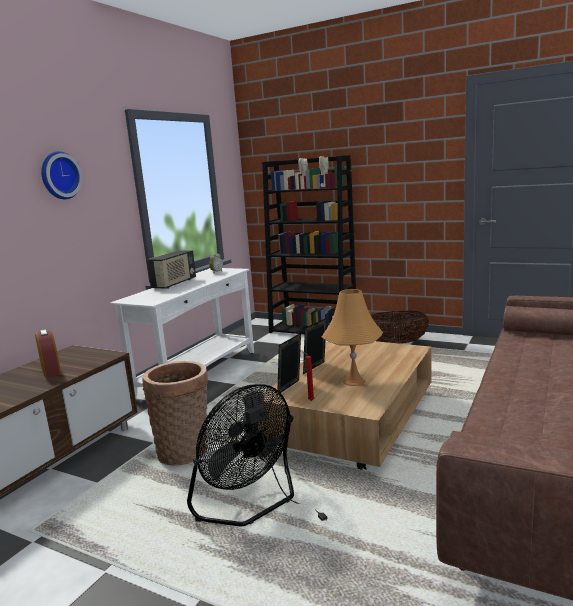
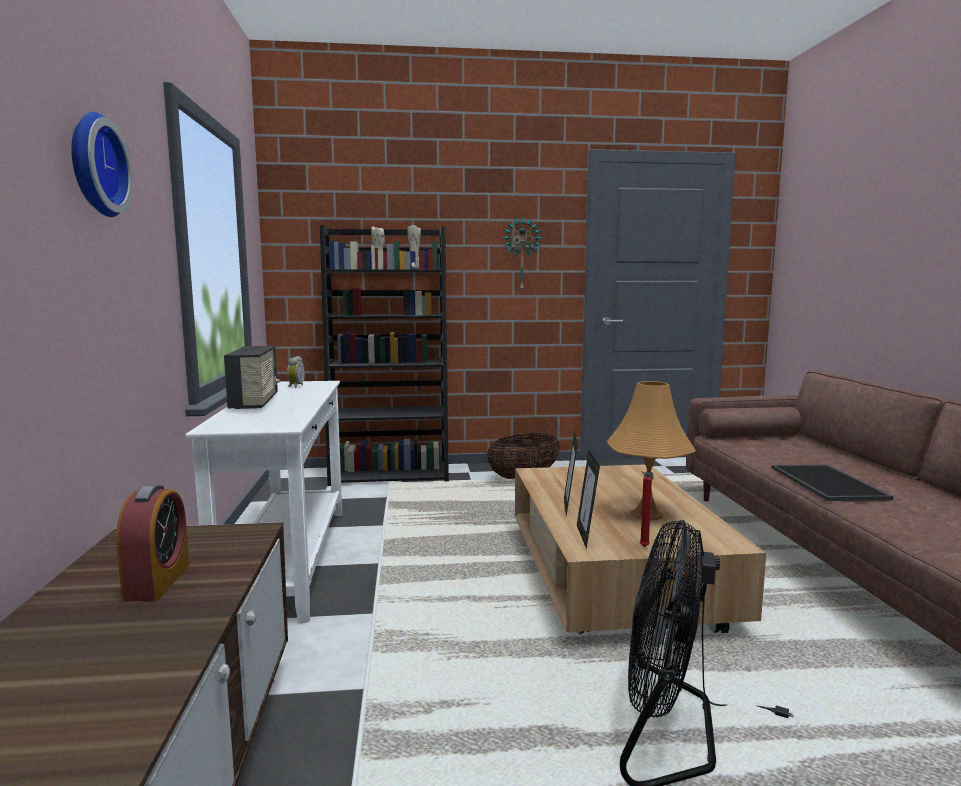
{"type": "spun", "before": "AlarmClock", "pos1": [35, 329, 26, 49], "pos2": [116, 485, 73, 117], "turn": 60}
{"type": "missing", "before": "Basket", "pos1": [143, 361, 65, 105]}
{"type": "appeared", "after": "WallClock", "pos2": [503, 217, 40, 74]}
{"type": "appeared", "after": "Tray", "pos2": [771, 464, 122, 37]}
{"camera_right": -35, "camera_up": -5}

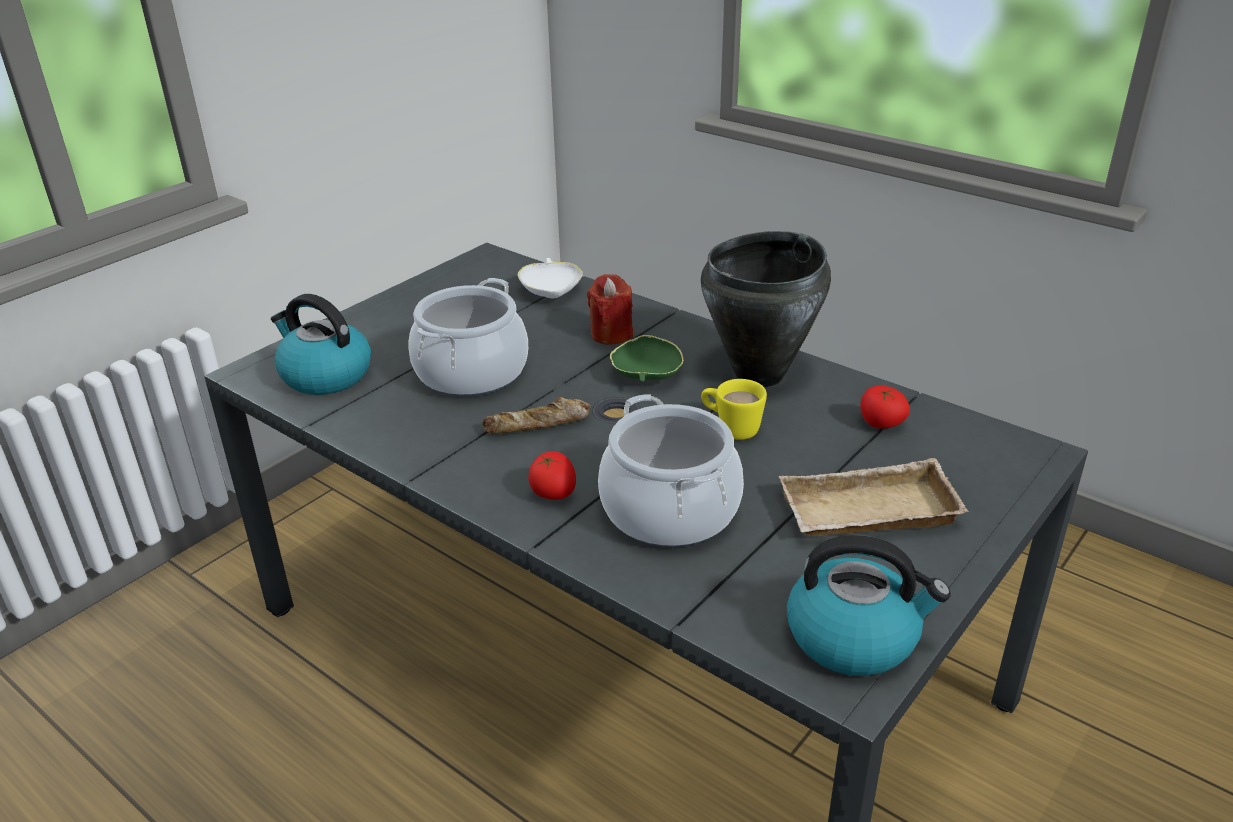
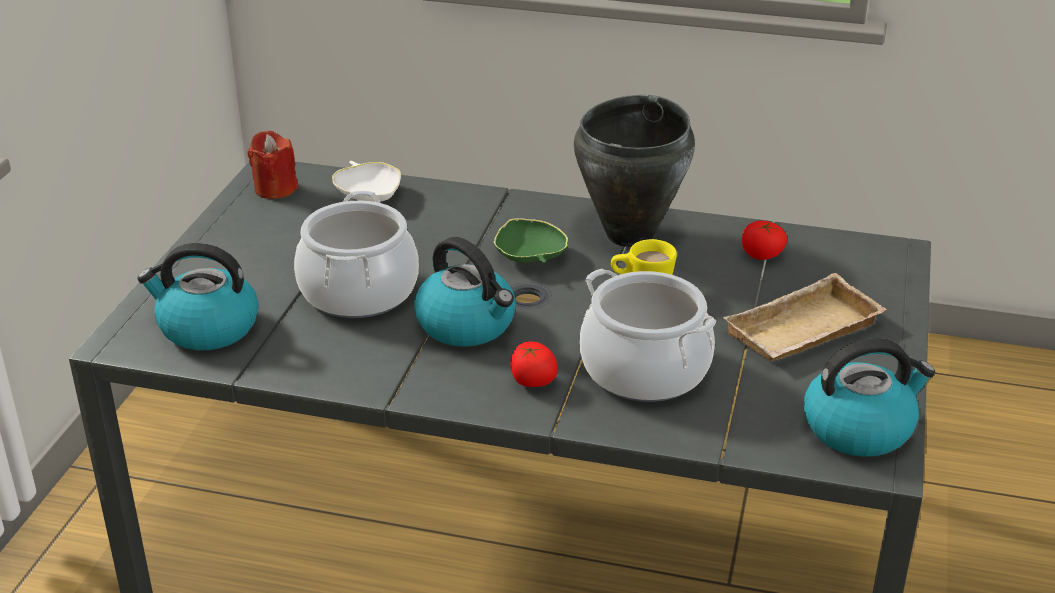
{"type": "exchanged", "before": "Bread", "after": "Kettle", "pos1": [483, 397, 108, 37], "pos2": [414, 237, 102, 110]}
{"type": "relocated", "before": "RedCandle", "pos1": [587, 274, 46, 71], "pos2": [248, 131, 50, 68]}
{"camera_right": -25, "camera_up": 0}

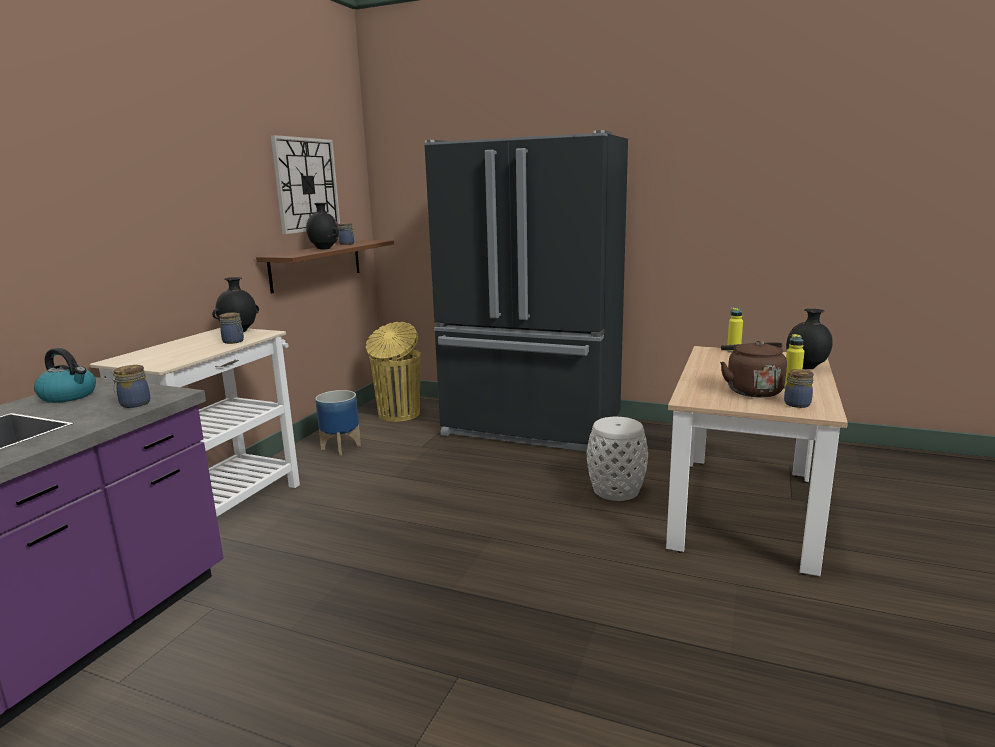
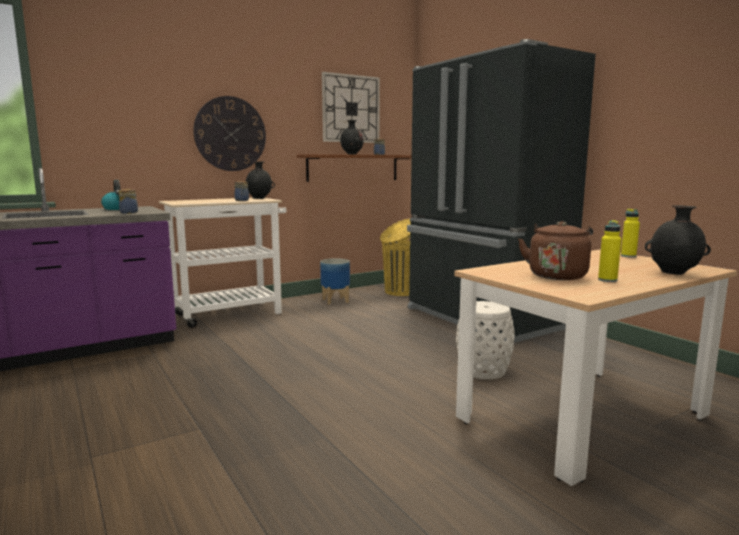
{"type": "missing", "before": "Jar", "pos1": [784, 369, 30, 39]}
{"type": "appeared", "after": "WallClock", "pos2": [193, 96, 73, 75]}
{"camera_right": 35, "camera_up": -5}

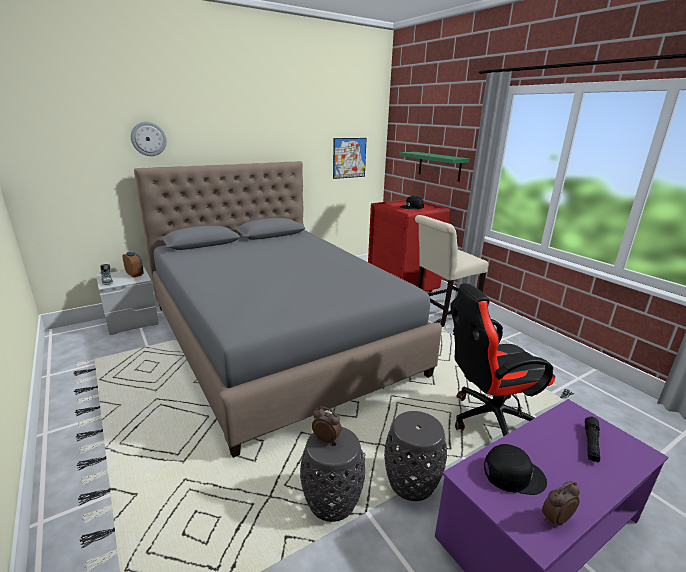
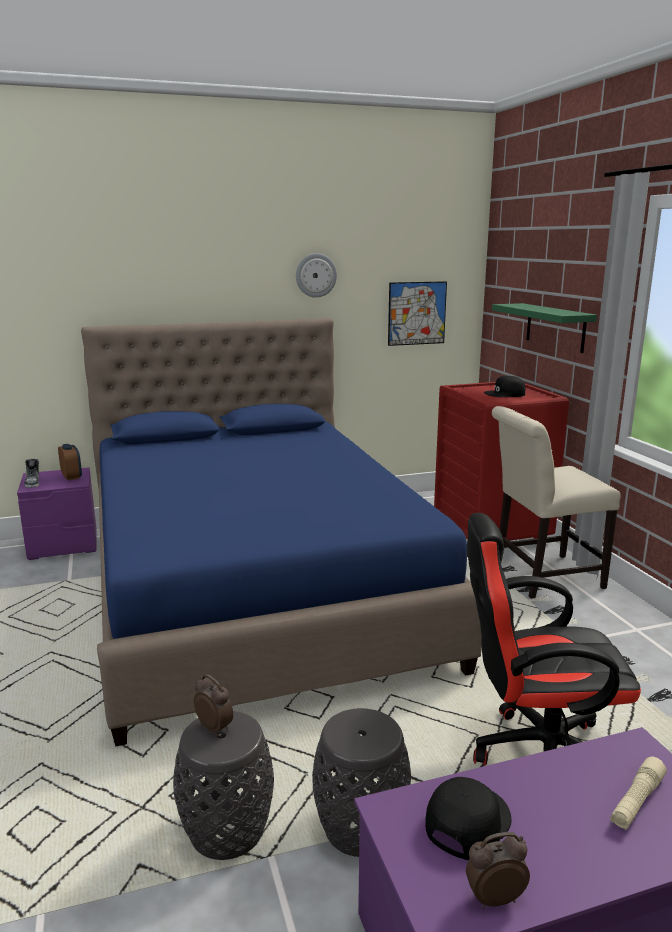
{"type": "colour", "before": "WhiteNightstand", "after": "PurpleNightstand", "pos1": [96, 267, 63, 68], "pos2": [17, 467, 80, 93]}
{"type": "relocated", "before": "WallClock", "pos1": [131, 121, 36, 35], "pos2": [296, 253, 41, 45]}
{"type": "colour", "before": "GreyBed", "after": "BlueBed", "pos1": [134, 161, 308, 297], "pos2": [81, 318, 401, 429]}
{"type": "spun", "before": "BlackCap", "pos1": [484, 444, 63, 51], "pos2": [425, 777, 86, 83], "turn": -75}
{"type": "colour", "before": "BlackFlashlight", "after": "BeigeFlashlight", "pos1": [585, 417, 15, 45], "pos2": [610, 757, 57, 73]}
{"camera_right": 15, "camera_up": -5}

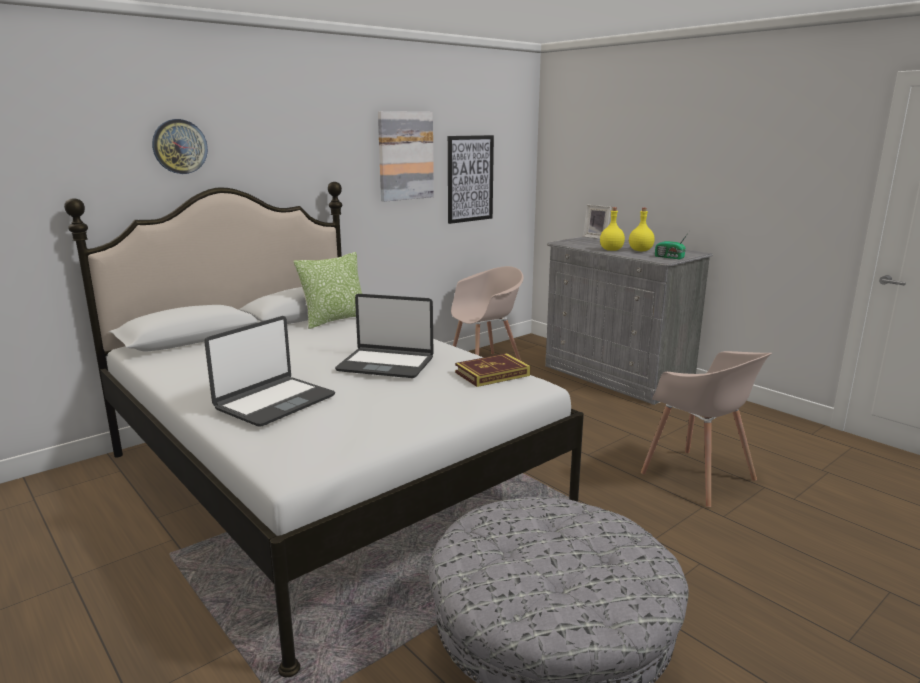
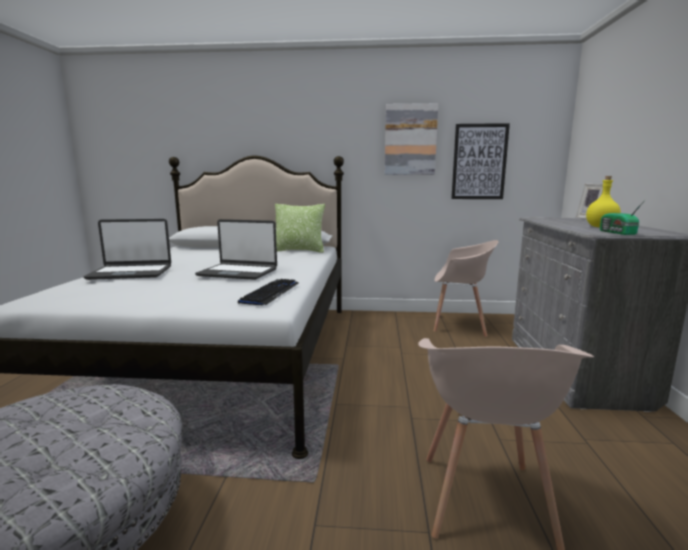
{"type": "missing", "before": "WallClock", "pos1": [152, 119, 56, 55]}
{"type": "spun", "before": "Laptop", "pos1": [335, 294, 98, 84], "pos2": [195, 219, 82, 61], "turn": -45}
{"type": "exchanged", "before": "Book", "after": "Keyboard", "pos1": [455, 353, 75, 34], "pos2": [238, 279, 61, 26]}
{"type": "missing", "before": "YellowBottle", "pos1": [600, 207, 25, 44]}
{"camera_right": 45, "camera_up": -5}

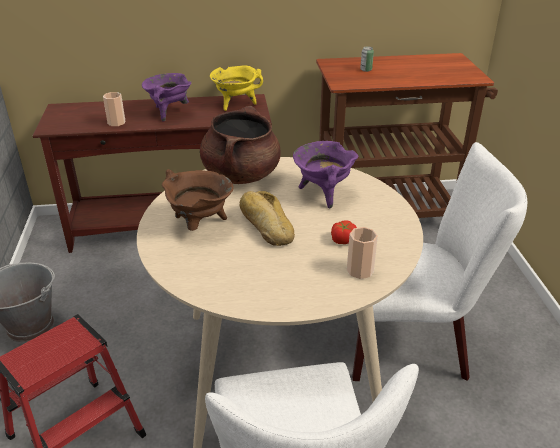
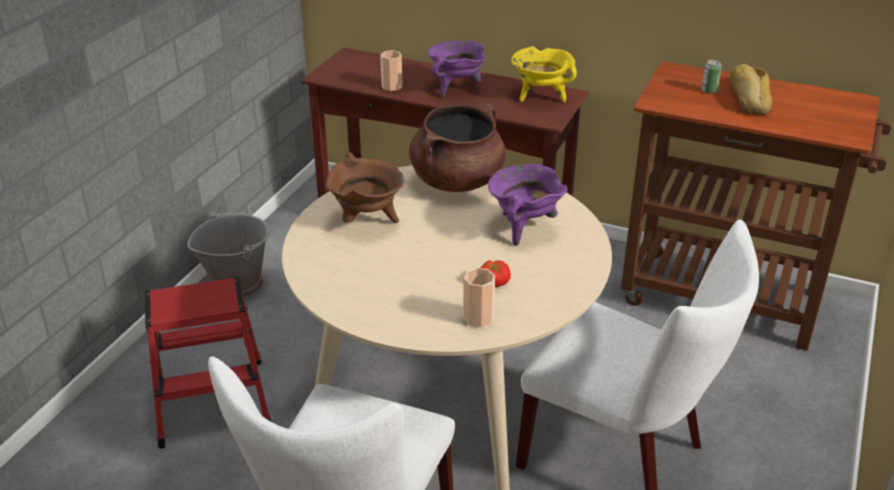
{"type": "relocated", "before": "Bread", "pos1": [240, 191, 55, 55], "pos2": [730, 64, 42, 51]}
{"camera_right": 30, "camera_up": 0}

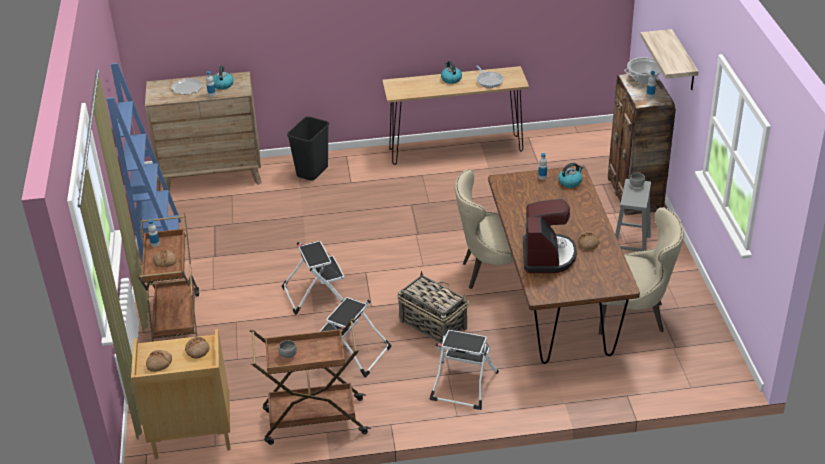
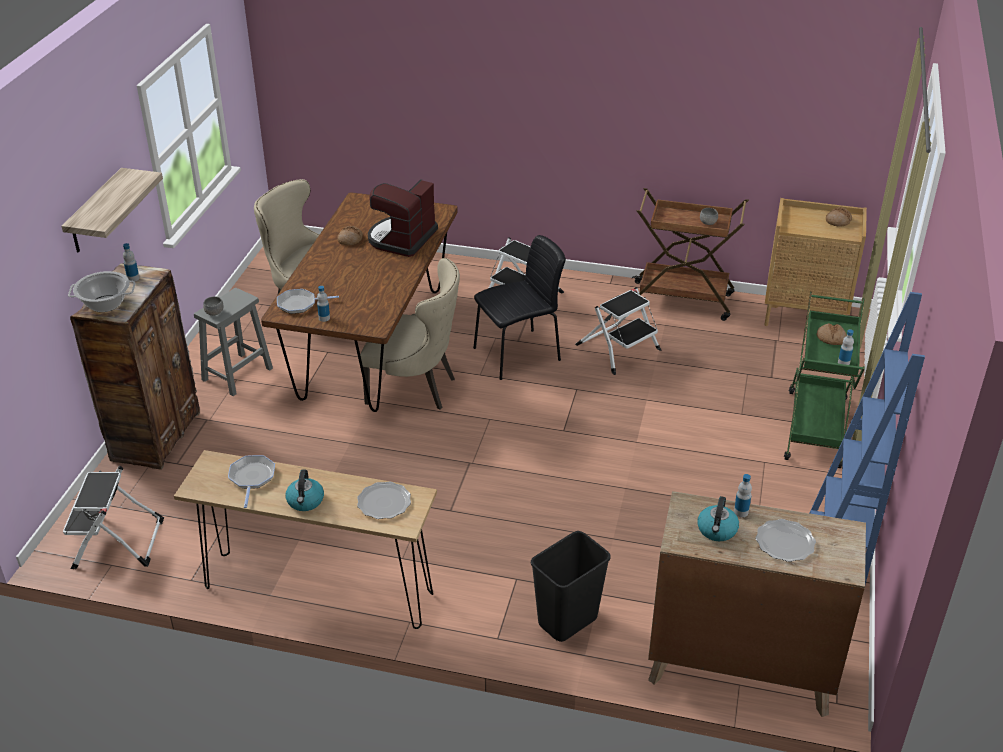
{"type": "colour", "before": "BrownCart", "after": "GreenCart", "pos1": [138, 213, 62, 129], "pos2": [784, 291, 81, 177]}
{"type": "missing", "before": "Bread", "pos1": [185, 337, 25, 22]}
{"type": "relocated", "before": "StepLadder", "pos1": [282, 241, 62, 74], "pos2": [63, 466, 101, 103]}
{"type": "exchanged", "before": "Basket", "after": "BlackChair", "pos1": [397, 271, 72, 73], "pos2": [473, 235, 93, 145]}
{"type": "exchanged", "before": "Kettle", "after": "FryingPan", "pos1": [558, 163, 26, 25], "pos2": [277, 289, 62, 25]}
{"type": "appeared", "after": "Plate", "pos2": [357, 481, 54, 38]}
{"camera_right": -160, "camera_up": 0}

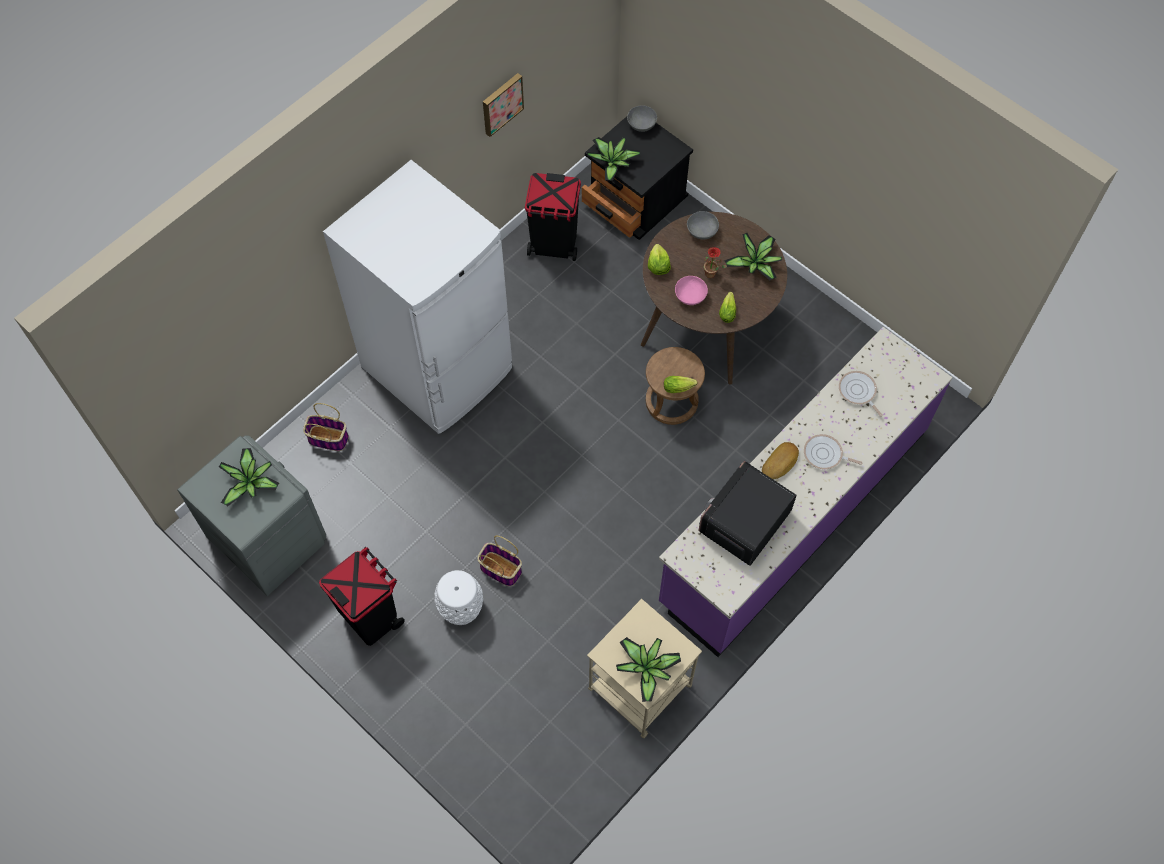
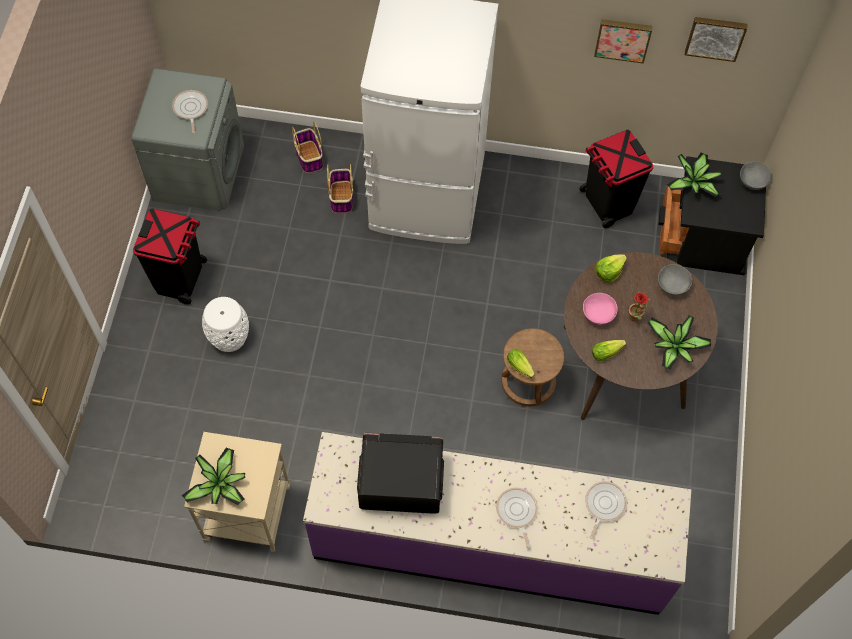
{"type": "exchanged", "before": "PottedPlant", "after": "FryingPan", "pos1": [219, 448, 61, 58], "pos2": [172, 90, 36, 44]}
{"type": "relocated", "before": "Basket", "pos1": [477, 536, 45, 50], "pos2": [327, 164, 26, 49]}
{"type": "missing", "before": "Bread", "pos1": [762, 442, 37, 37]}
{"type": "appeared", "after": "Picture", "pos2": [685, 17, 63, 45]}
{"camera_right": 55, "camera_up": 0}

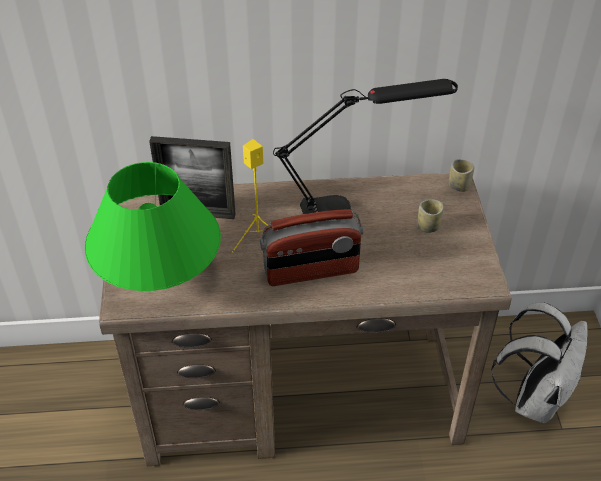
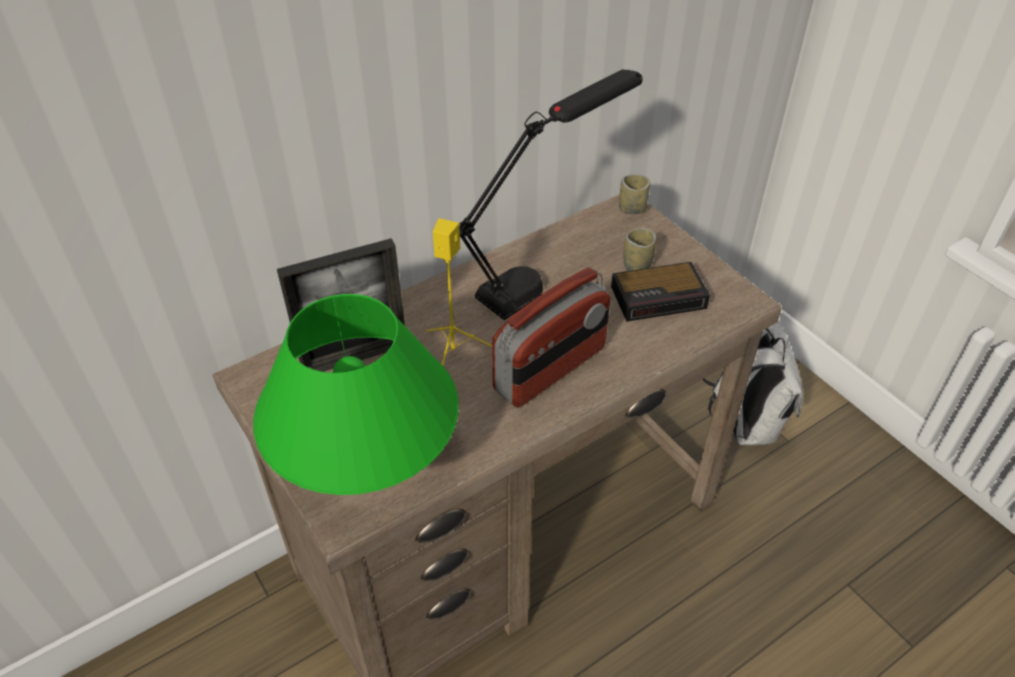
{"type": "appeared", "after": "AlarmClock", "pos2": [611, 262, 99, 60]}
{"camera_right": -30, "camera_up": 0}

